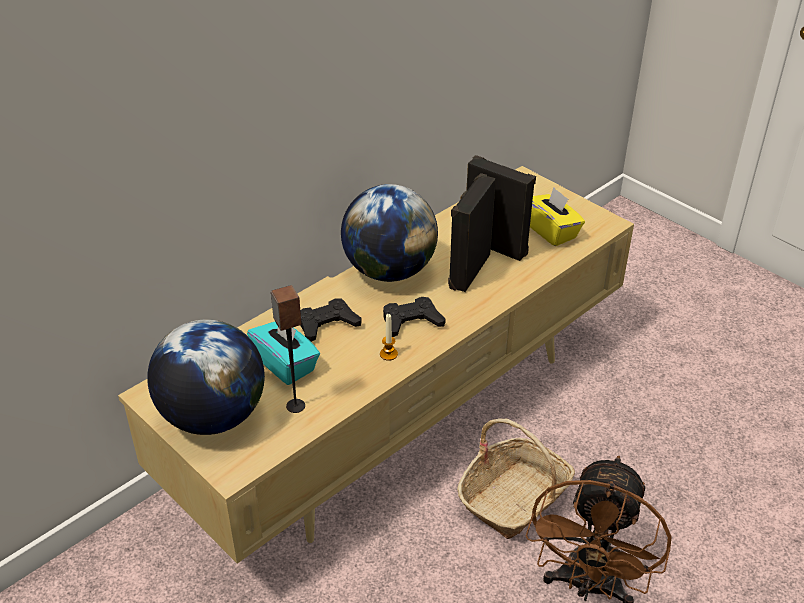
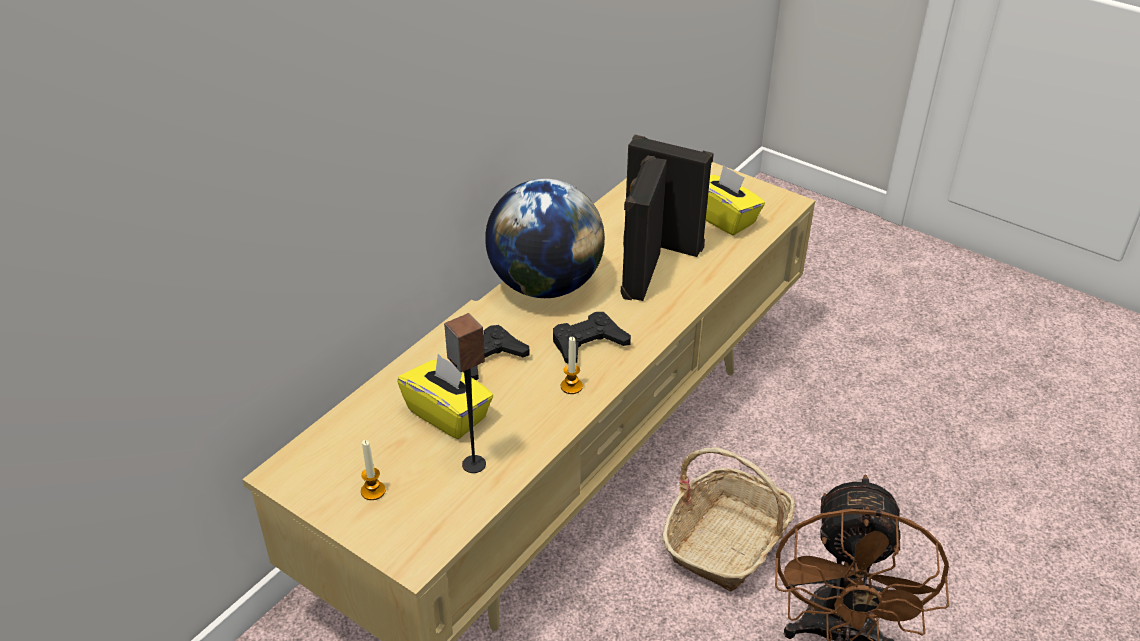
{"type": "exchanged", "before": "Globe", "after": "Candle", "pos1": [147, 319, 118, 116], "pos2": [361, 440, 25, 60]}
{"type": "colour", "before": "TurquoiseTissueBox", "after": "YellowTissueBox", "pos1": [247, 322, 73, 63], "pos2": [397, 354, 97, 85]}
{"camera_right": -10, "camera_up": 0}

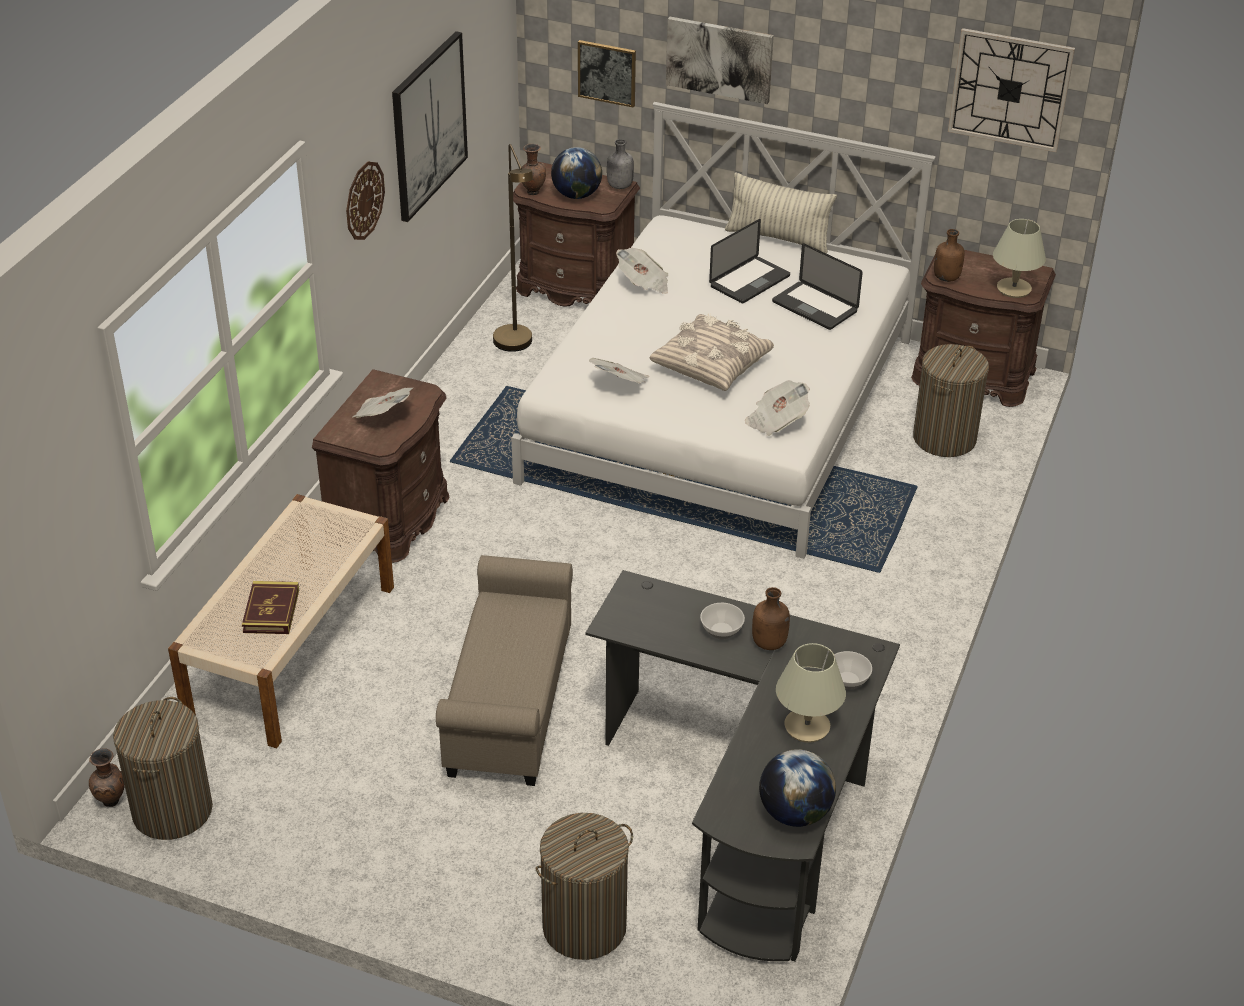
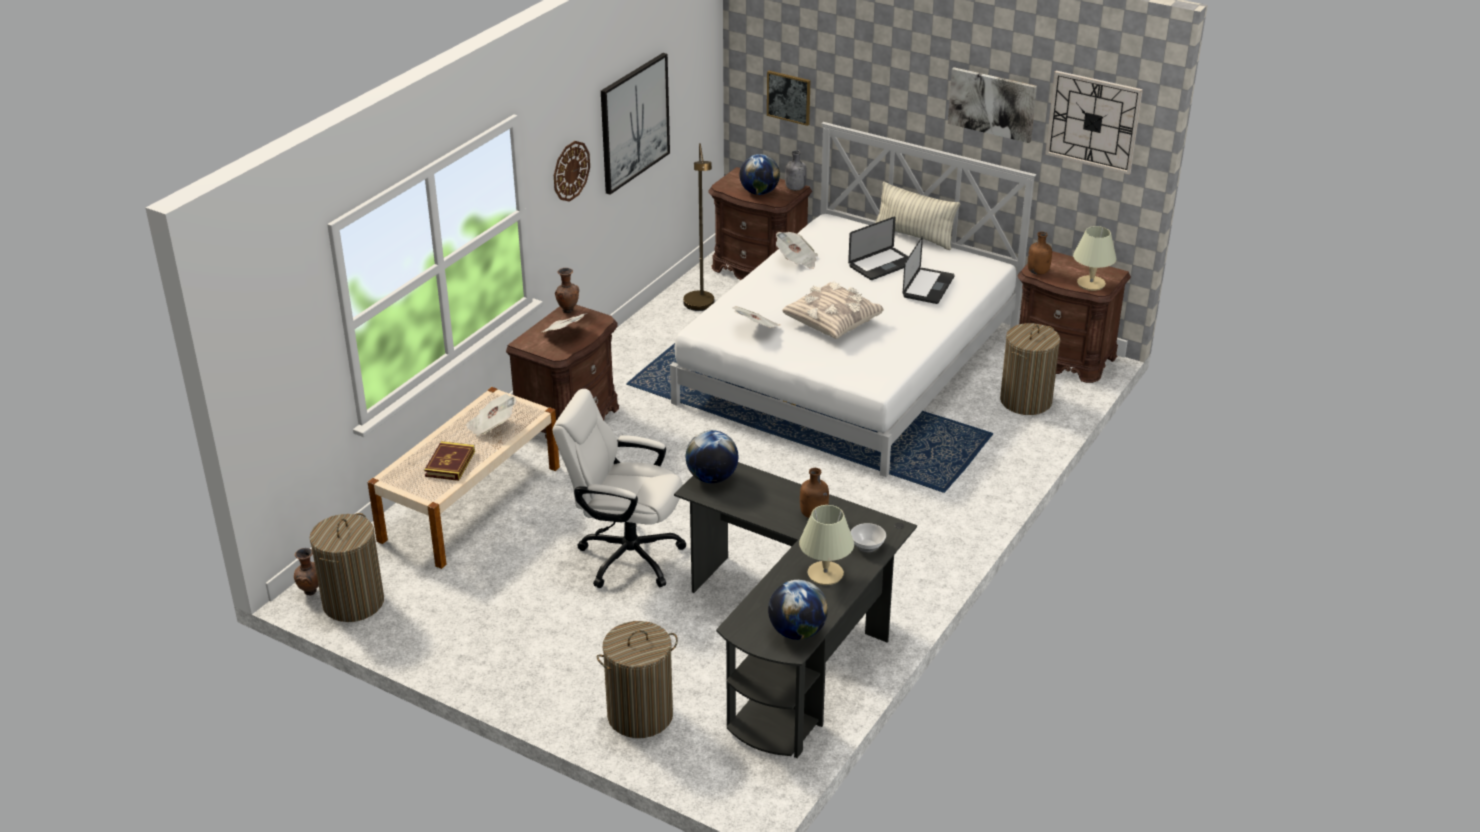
{"type": "exchanged", "before": "BeigeOttoman", "after": "WhiteOfficeChair", "pos1": [436, 555, 137, 231], "pos2": [553, 389, 134, 199]}
{"type": "relocated", "before": "BrownVase", "pos1": [522, 144, 24, 51], "pos2": [555, 268, 24, 45]}
{"type": "relocated", "before": "Picture", "pos1": [666, 17, 108, 87], "pos2": [948, 67, 89, 76]}
{"type": "missing", "before": "Bowl", "pos1": [700, 603, 45, 36]}
{"type": "relocated", "before": "Newspaper", "pos1": [745, 380, 65, 56], "pos2": [466, 394, 51, 43]}
{"type": "spun", "before": "Laptop", "pos1": [772, 243, 91, 87], "pos2": [903, 236, 52, 68], "turn": -120}
{"type": "appeared", "after": "Globe", "pos2": [686, 430, 53, 53]}
{"camera_right": 10, "camera_up": -5}

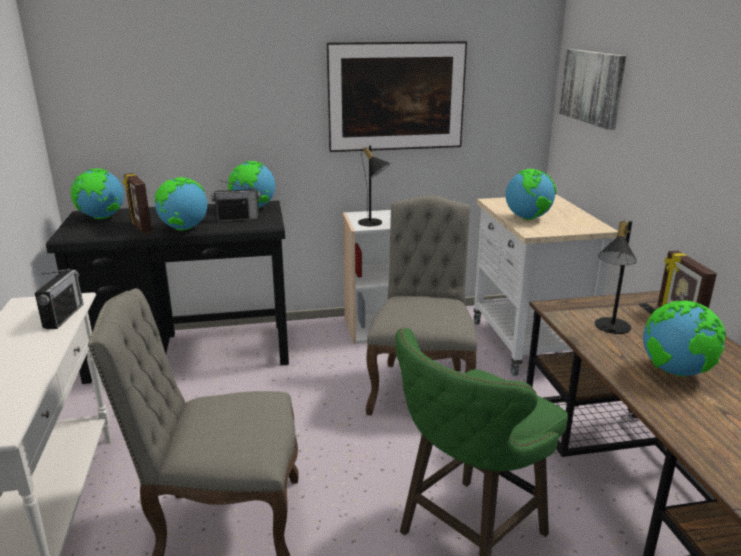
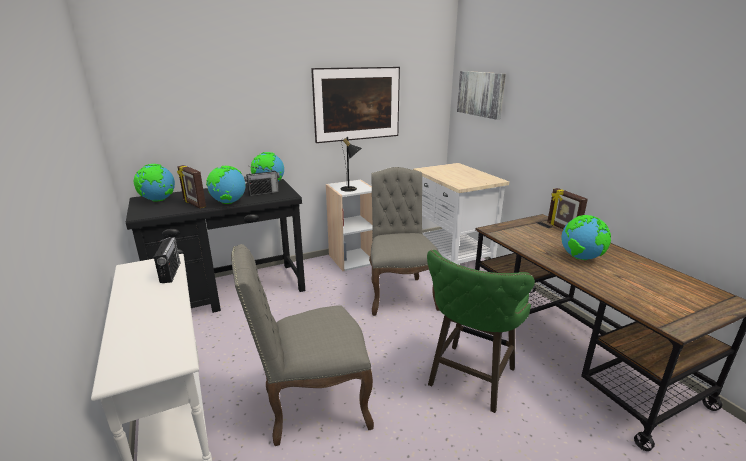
{"type": "missing", "before": "Globe", "pos1": [506, 169, 50, 51]}
{"type": "missing", "before": "BlackTableLamp", "pos1": [595, 220, 42, 114]}
{"camera_right": -15, "camera_up": 0}

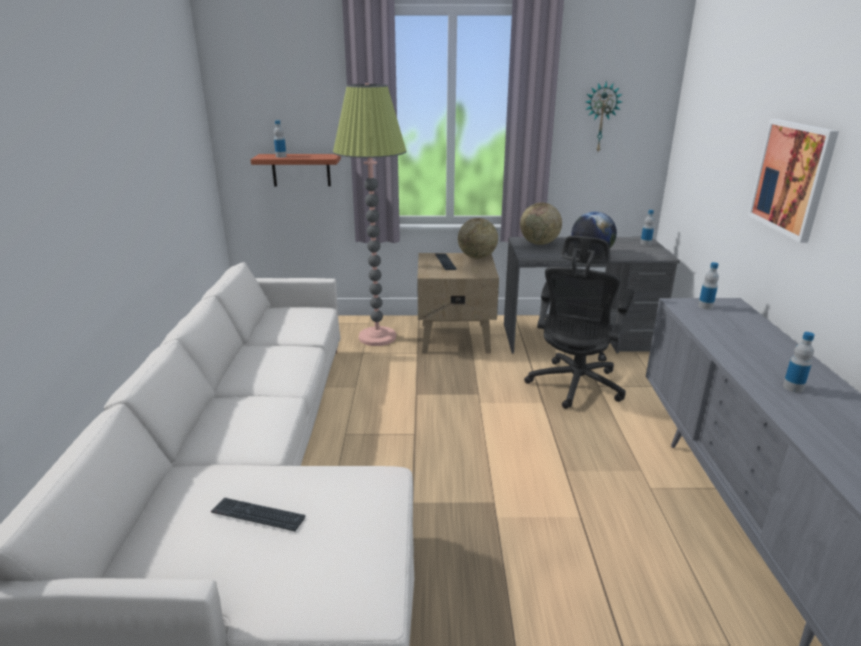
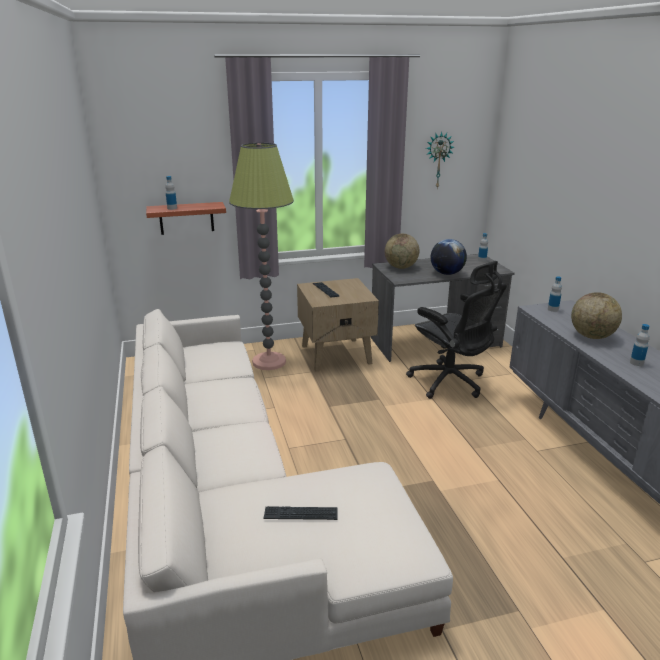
{"type": "relocated", "before": "Globe", "pos1": [458, 218, 40, 41], "pos2": [571, 292, 51, 47]}
{"type": "spun", "before": "OfficeChair", "pos1": [524, 236, 110, 173], "pos2": [406, 261, 101, 138], "turn": -45}
{"type": "missing", "before": "Picture", "pos1": [748, 119, 91, 124]}
{"camera_right": -15, "camera_up": 0}

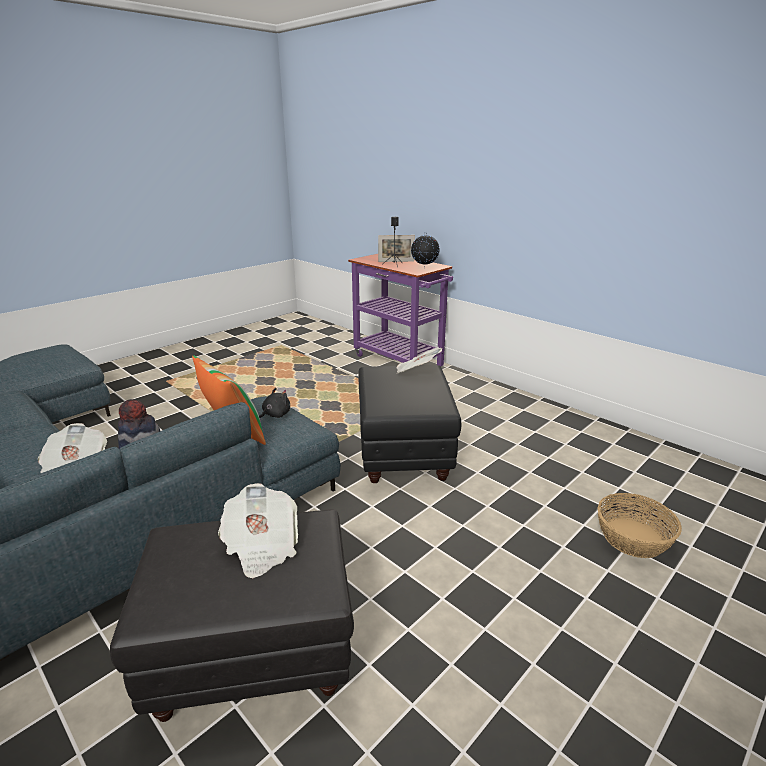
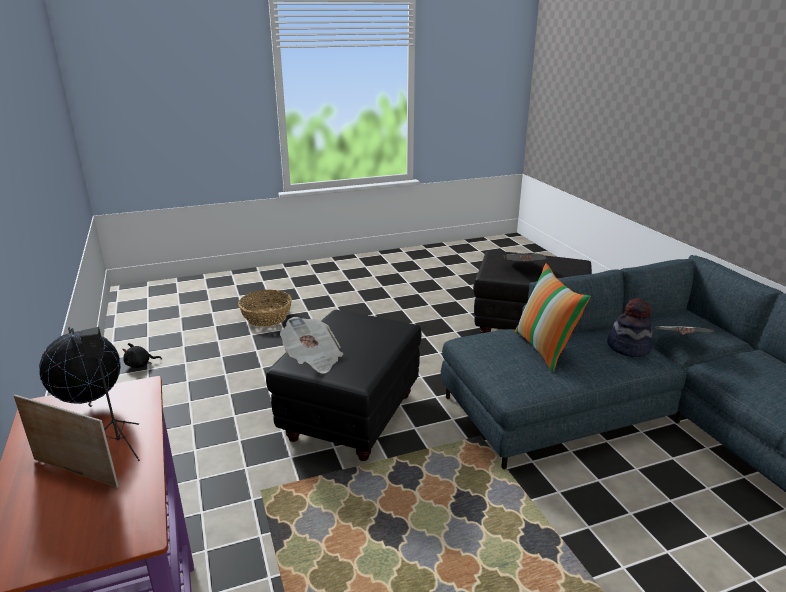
{"type": "relocated", "before": "BlackPlushToy", "pos1": [259, 388, 31, 30], "pos2": [122, 343, 40, 25]}
{"camera_right": -155, "camera_up": 0}

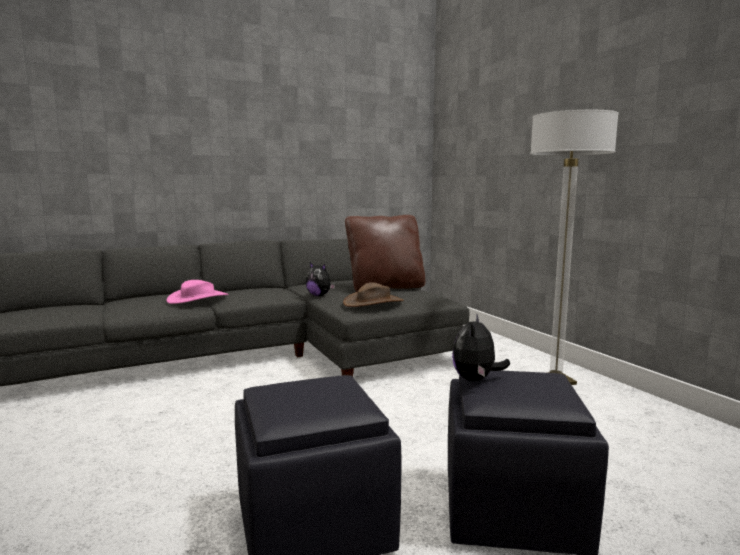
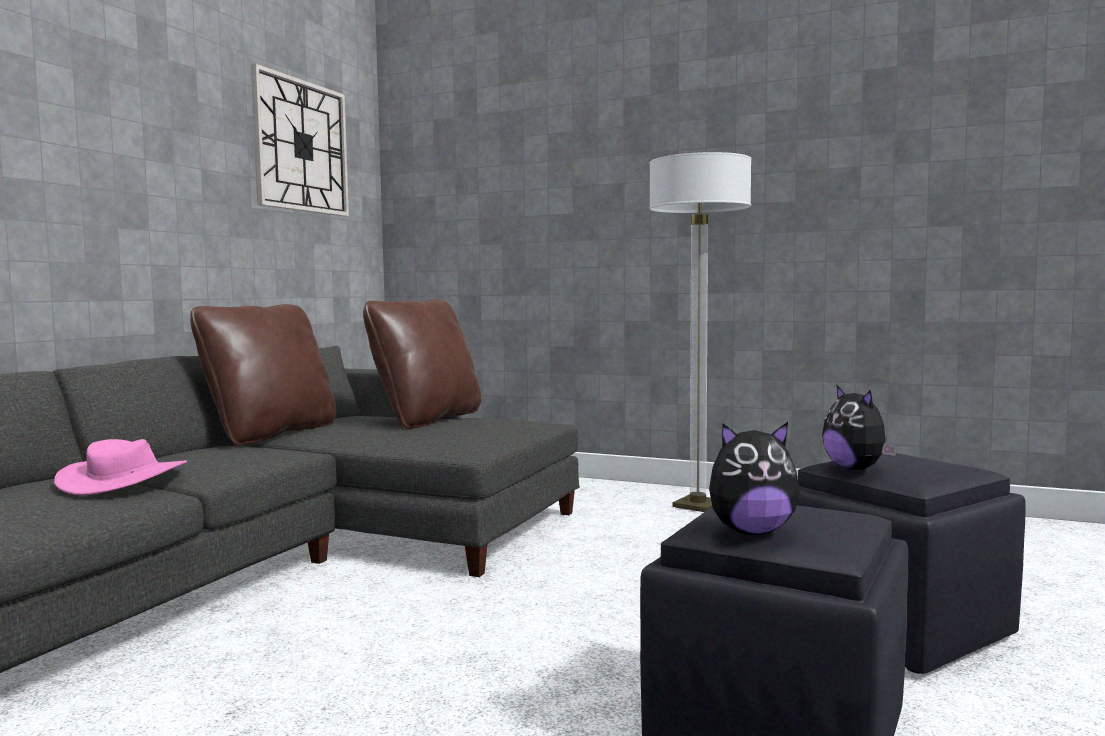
{"type": "relocated", "before": "PlushToy", "pos1": [306, 262, 29, 34], "pos2": [709, 422, 90, 113]}
{"type": "missing", "before": "BrownHat", "pos1": [343, 282, 61, 25]}
{"type": "appeared", "after": "BrownPillow", "pos2": [190, 304, 146, 142]}
{"type": "appeared", "after": "WallClock", "pos2": [251, 63, 98, 153]}
{"camera_right": -40, "camera_up": -5}

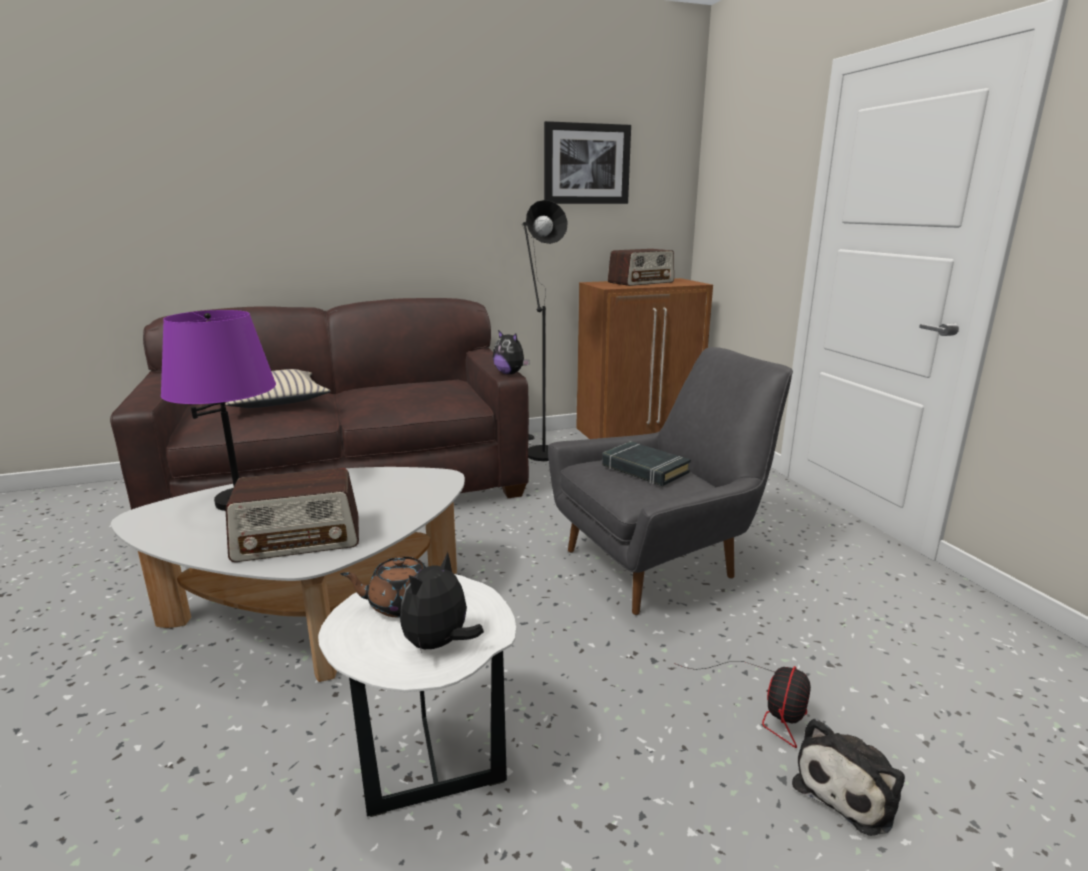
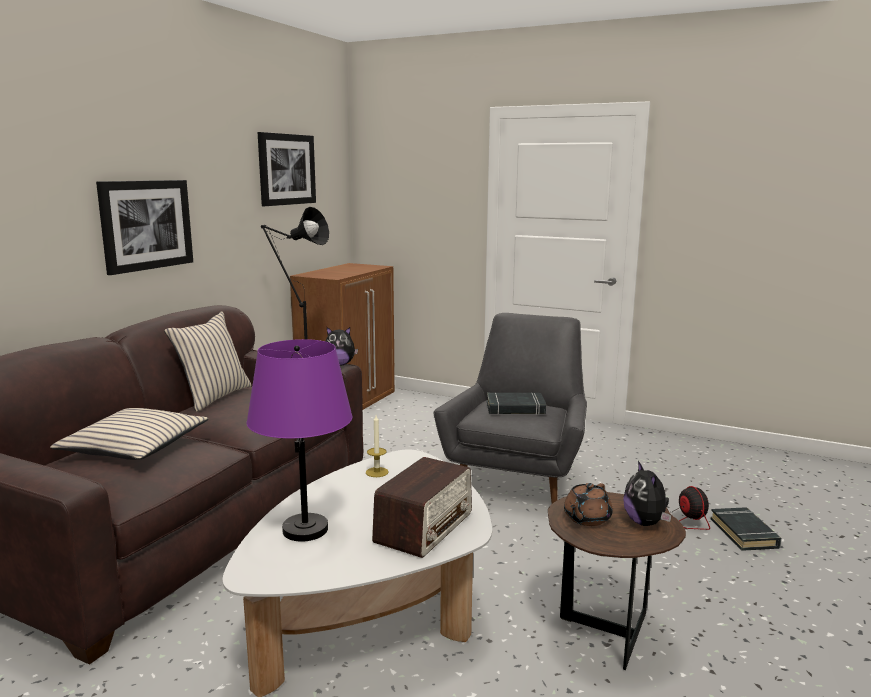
{"type": "colour", "before": "WhiteSideTable", "after": "BrownSideTable", "pos1": [318, 574, 198, 243], "pos2": [548, 492, 138, 178]}
{"type": "missing", "before": "Radio", "pos1": [608, 249, 66, 37]}
{"type": "exchanged", "before": "PlushToy", "after": "BlackBook", "pos1": [792, 718, 113, 118], "pos2": [711, 507, 70, 44]}
{"type": "appeared", "after": "Picture", "pos2": [96, 180, 97, 95]}
{"type": "appeared", "after": "BeigePillow", "pos2": [164, 311, 88, 101]}
{"type": "appeared", "after": "Candle", "pos2": [366, 415, 23, 62]}
{"camera_right": -45, "camera_up": -5}

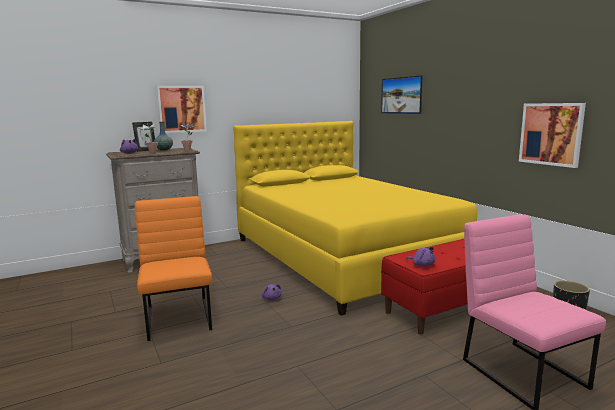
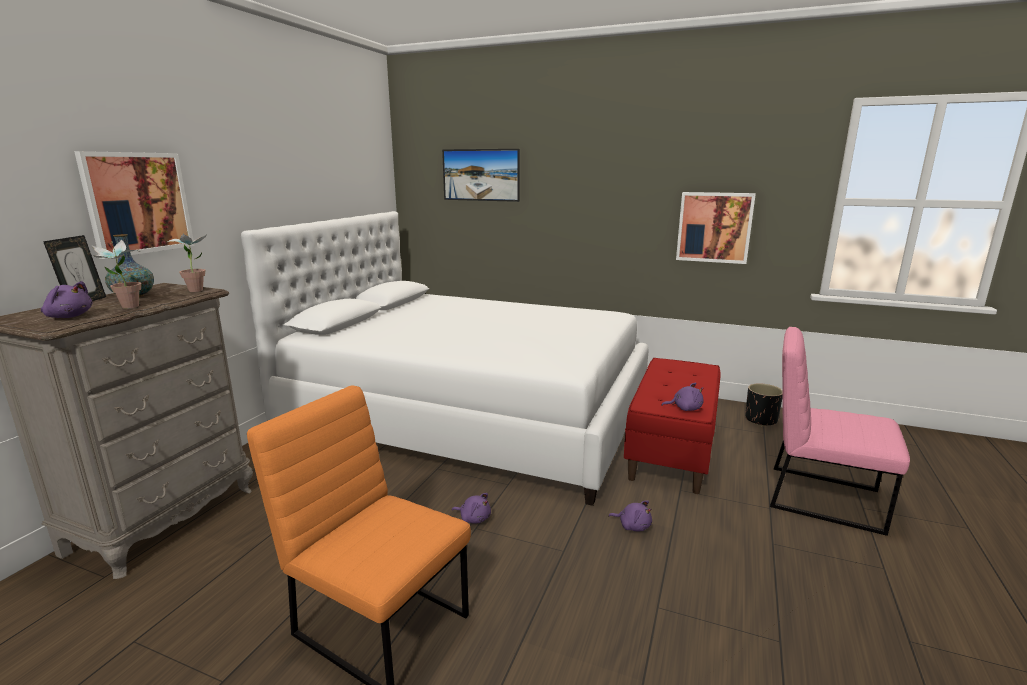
{"type": "colour", "before": "YellowBed", "after": "WhiteBed", "pos1": [233, 121, 244, 195], "pos2": [241, 211, 407, 295]}
{"type": "appeared", "after": "PurplePlushToy", "pos2": [608, 500, 44, 31]}
{"camera_right": -40, "camera_up": 5}

